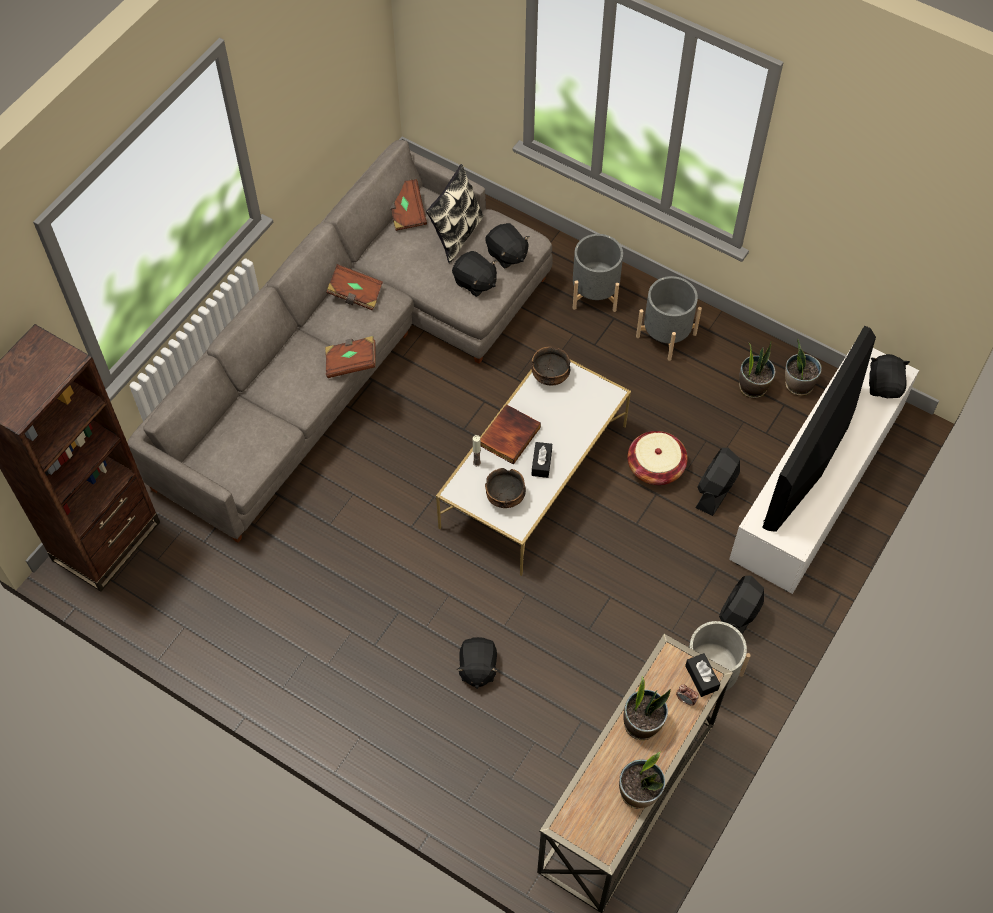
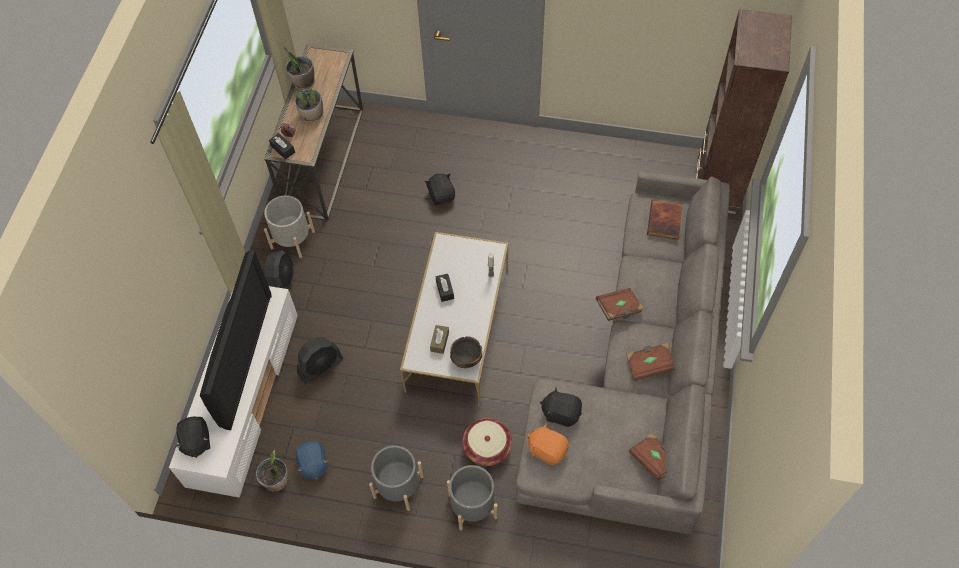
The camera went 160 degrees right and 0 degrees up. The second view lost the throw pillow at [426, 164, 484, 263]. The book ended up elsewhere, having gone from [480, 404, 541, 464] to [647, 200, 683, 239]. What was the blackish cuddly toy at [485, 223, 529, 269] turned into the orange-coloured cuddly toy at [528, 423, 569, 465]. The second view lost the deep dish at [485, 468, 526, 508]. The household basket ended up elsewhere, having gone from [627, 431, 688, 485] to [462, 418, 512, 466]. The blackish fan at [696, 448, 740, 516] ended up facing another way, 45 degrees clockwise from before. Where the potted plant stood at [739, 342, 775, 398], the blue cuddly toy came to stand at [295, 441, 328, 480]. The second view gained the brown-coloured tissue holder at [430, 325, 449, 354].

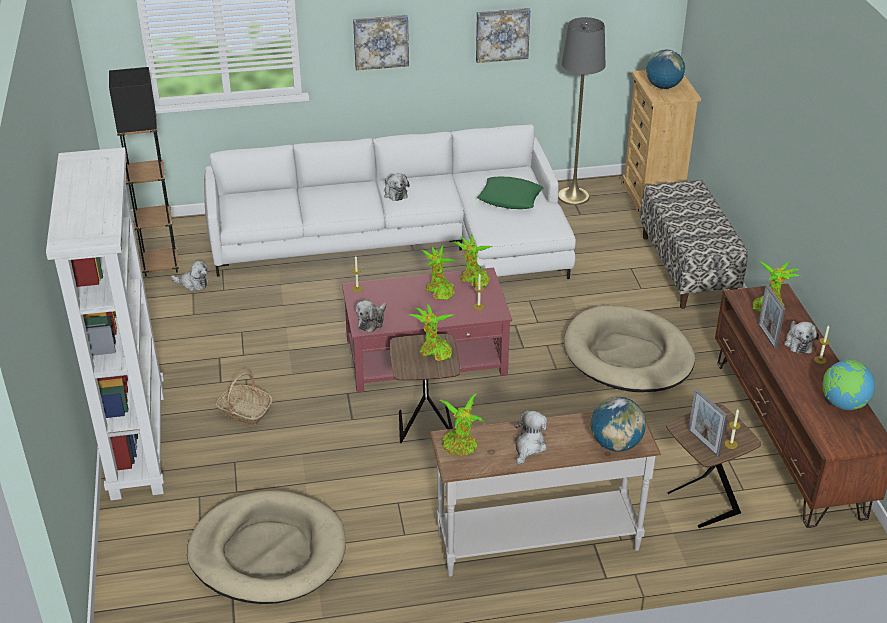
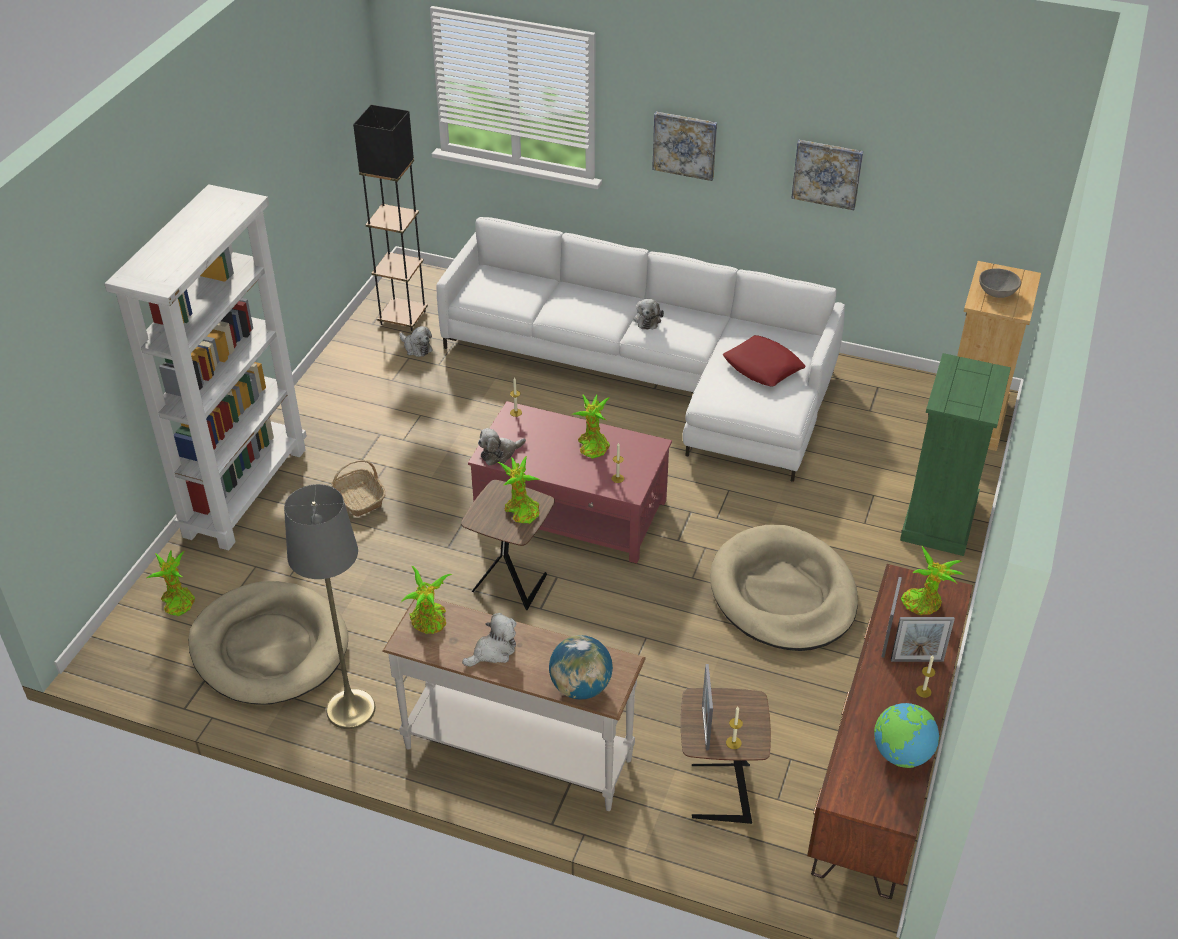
The camera went 30 degrees right and 5 degrees up. The potted plant ended up elsewhere, having gone from [453, 234, 493, 287] to [146, 550, 195, 616]. What was the greenish throw pillow at [477, 177, 543, 209] turned into the reddish throw pillow at [723, 335, 806, 386]. The gray standard lamp ended up elsewhere, having gone from [558, 17, 605, 205] to [284, 484, 375, 729]. Where the indoor bench stood at [640, 180, 748, 309], the greenish dresser came to stand at [900, 353, 1011, 556]. Where the globe stood at [646, 50, 685, 89], the gray deep dish came to stand at [979, 269, 1021, 298]. Where the cuddly toy stood at [784, 321, 819, 354], the picture frame came to stand at [891, 617, 955, 662].

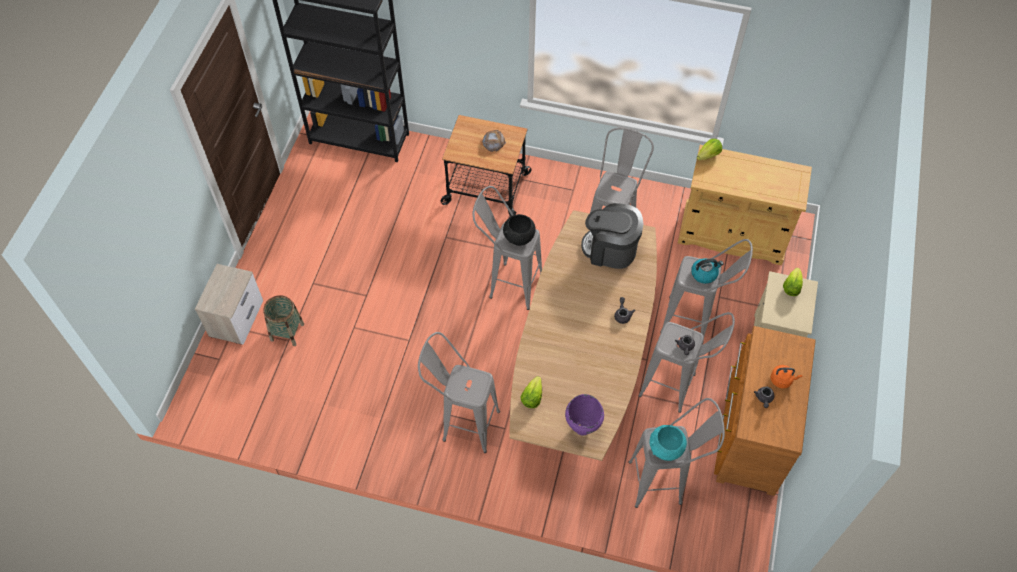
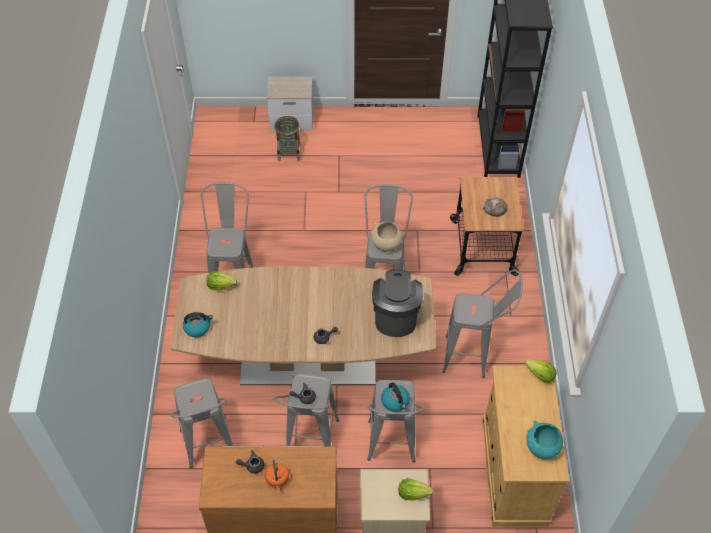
The camera went 75 degrees right and 5 degrees down. What was the blackish deep dish at [503, 214, 535, 246] turned into the beige-coloured deep dish at [371, 222, 402, 252]. Where the purplish saucepot stood at [565, 394, 604, 436], the kettle came to stand at [183, 312, 213, 337]. The turquoise-coloured deep dish ended up elsewhere, having gone from [649, 425, 687, 461] to [526, 421, 563, 459].

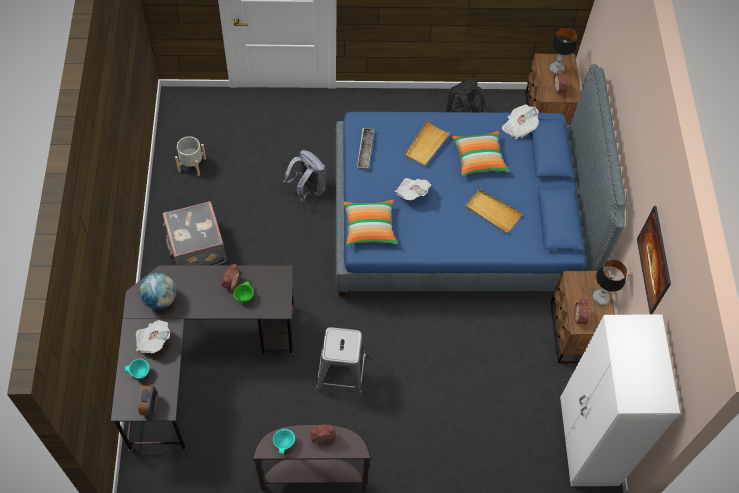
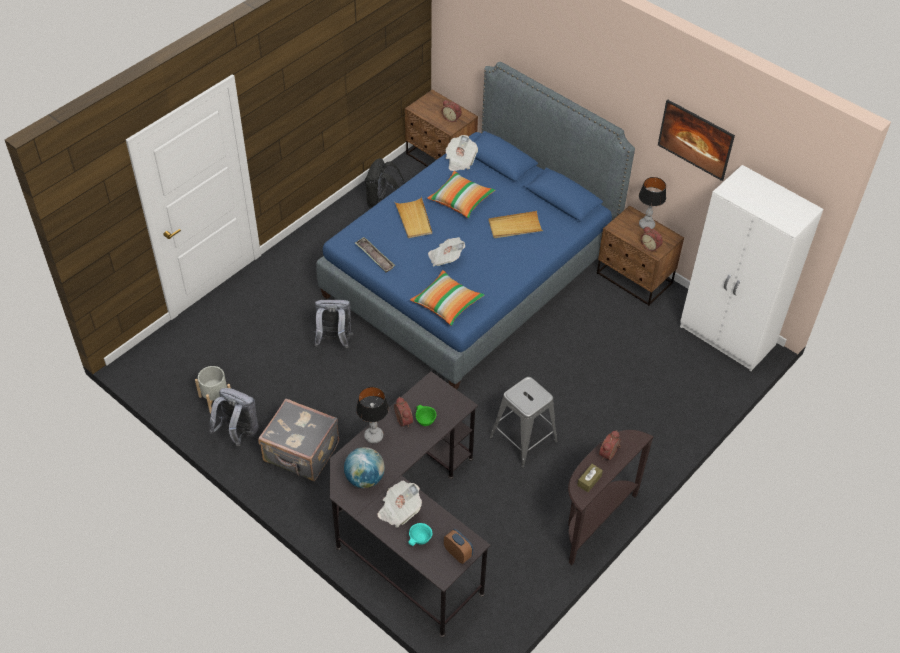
The camera went 45 degrees left and 10 degrees down. Where the turquoise-coloured deep dish stood at [273, 429, 295, 454], the brown-coloured tissue holder came to stand at [577, 464, 603, 492]. The tabletop lamp ended up elsewhere, having gone from [549, 27, 577, 74] to [356, 387, 389, 443]. The second view gained the gray knapsack at [209, 388, 258, 446].

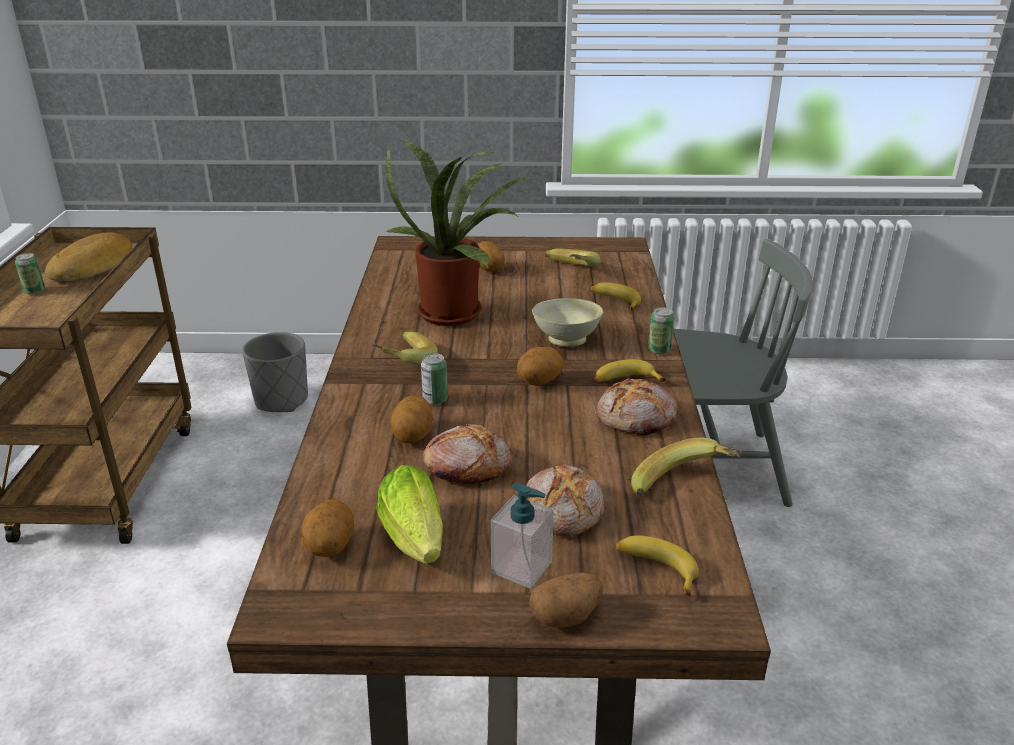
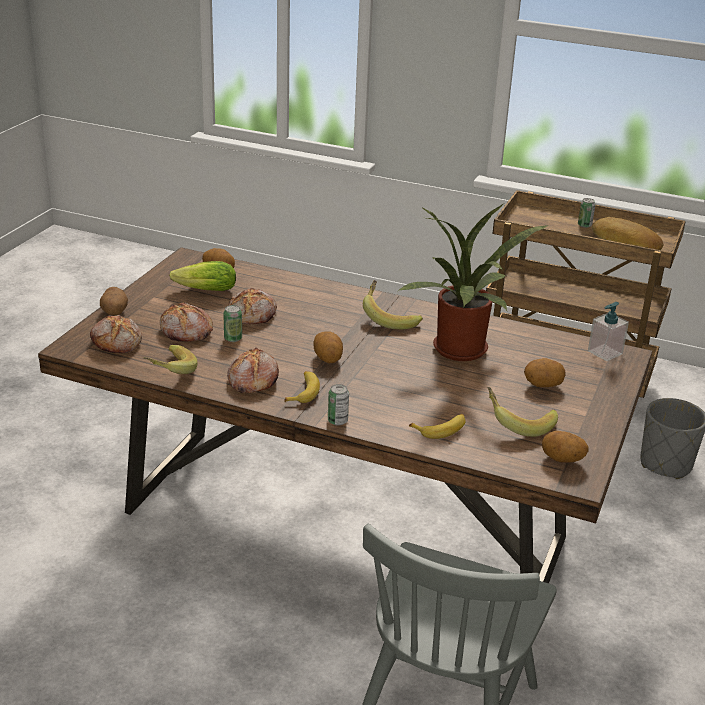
The camera went 110 degrees right and 0 degrees up. The whole potato ended up elsewhere, having gone from [390, 396, 433, 444] to [542, 431, 589, 463]. The can ended up elsewhere, having gone from [421, 353, 448, 405] to [223, 305, 242, 342]. The liquid soap bottle ended up elsewhere, having gone from [491, 482, 554, 589] to [588, 302, 629, 361]. The second view lost the beige-coloured deep dish at [532, 298, 603, 347]. Where the banana stood at [615, 535, 699, 596], the bakery bread came to stand at [90, 315, 142, 353].

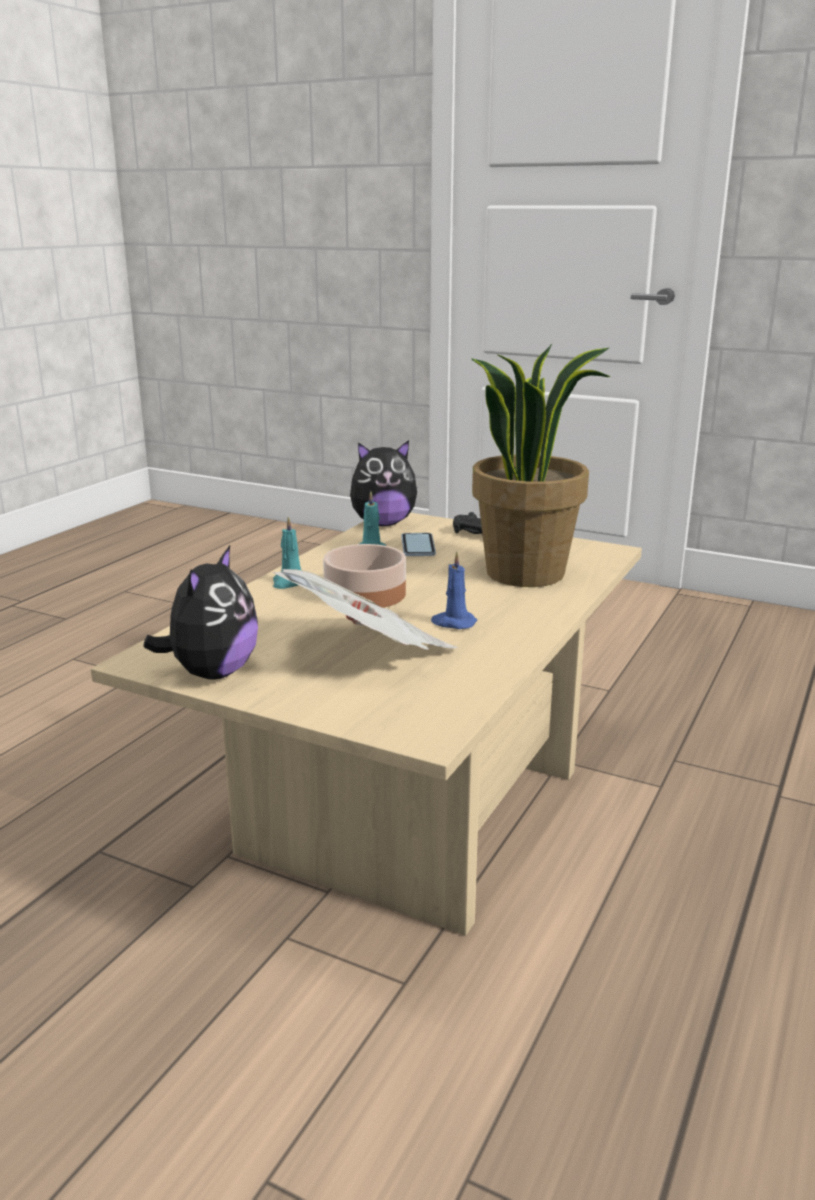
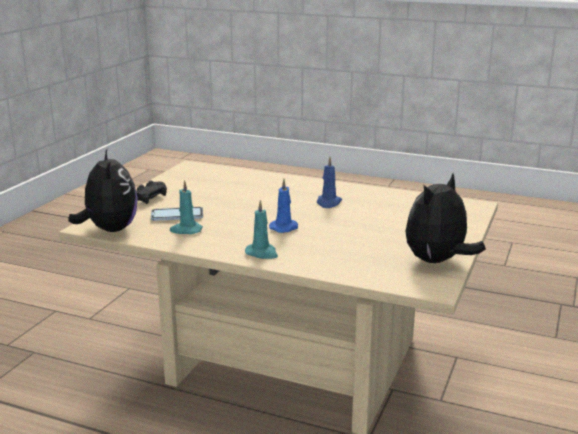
The camera went 95 degrees left and 0 degrees up. The cuddly toy at [143, 546, 258, 680] ended up facing another way, 60 degrees counterclockwise from before. The second view lost the newspaper at [273, 569, 457, 650]. Where the deep dish stood at [323, 544, 406, 608], the blue wax candle came to stand at [269, 179, 298, 233]. The second view lost the potted plant at [471, 344, 610, 587].

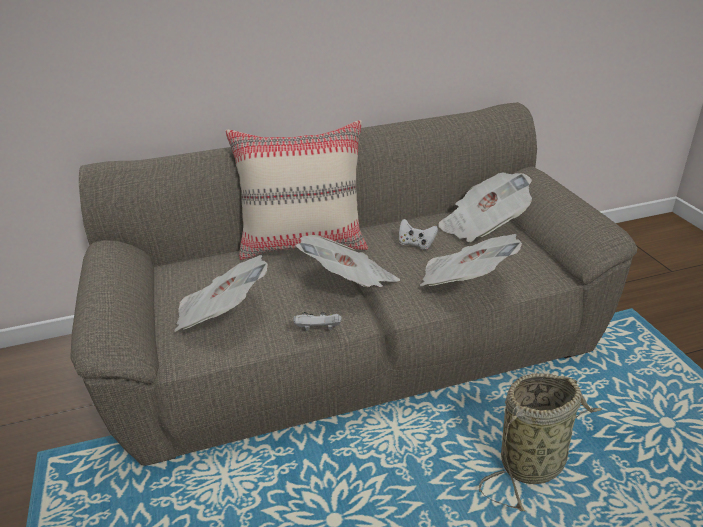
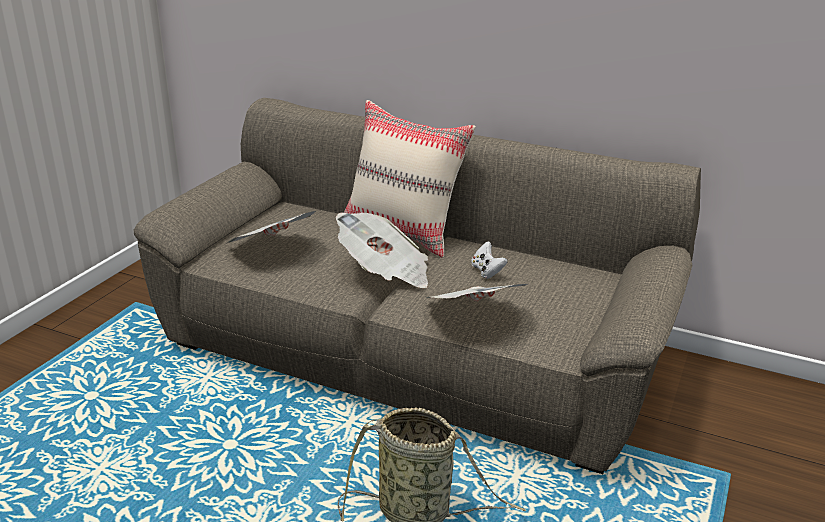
The camera went 40 degrees right and 5 degrees down. The second view lost the white-coloured gamepad at [293, 312, 342, 331]. The second view lost the newspaper at [438, 172, 532, 242].

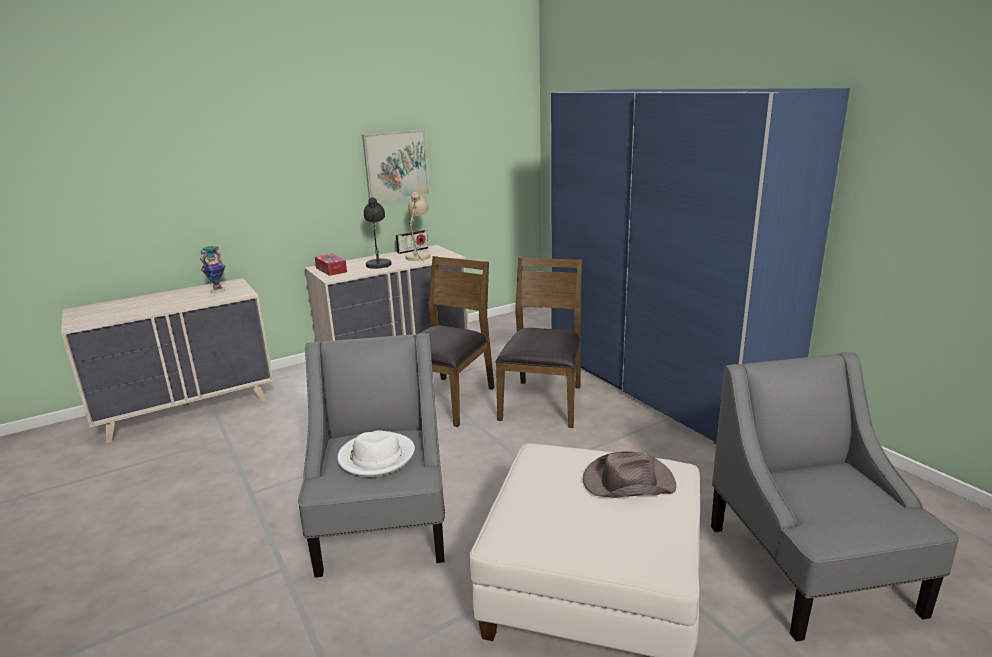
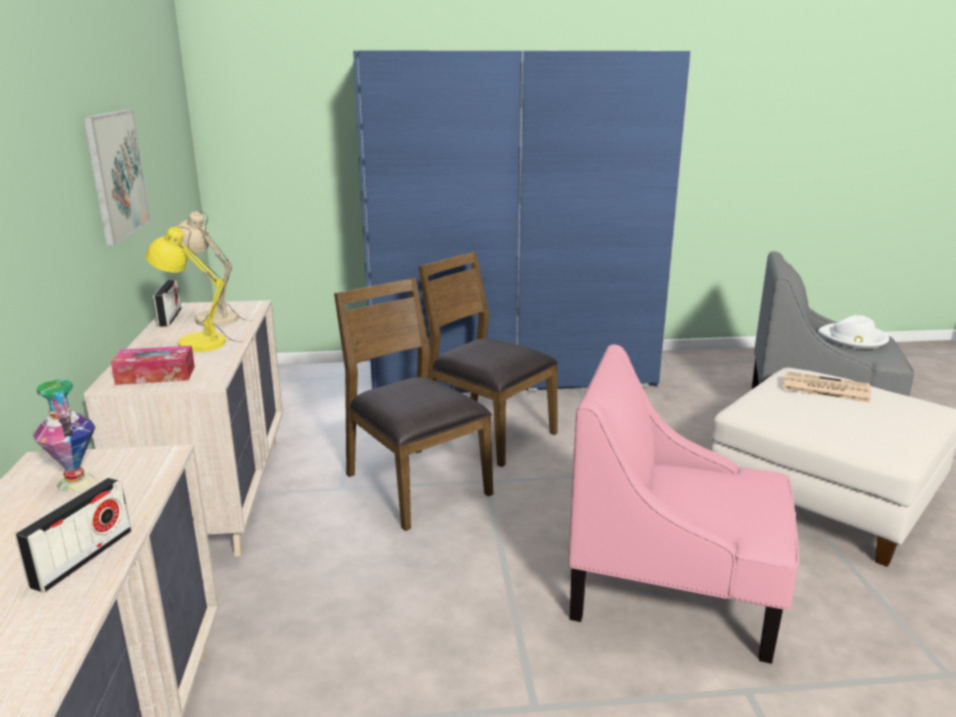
The camera went 65 degrees left and 0 degrees up. What was the gray easy chair at [298, 333, 445, 578] turned into the pink easy chair at [568, 344, 799, 664]. The white-coloured hat ended up elsewhere, having gone from [337, 430, 415, 477] to [818, 315, 889, 349]. What was the gray tabletop lamp at [364, 197, 392, 270] turned into the yellow-coloured tabletop lamp at [145, 227, 243, 352]. Where the brown-coloured hat stood at [583, 451, 676, 498], the newspaper came to stand at [782, 371, 871, 403]. The second view gained the radio at [15, 478, 131, 592].

